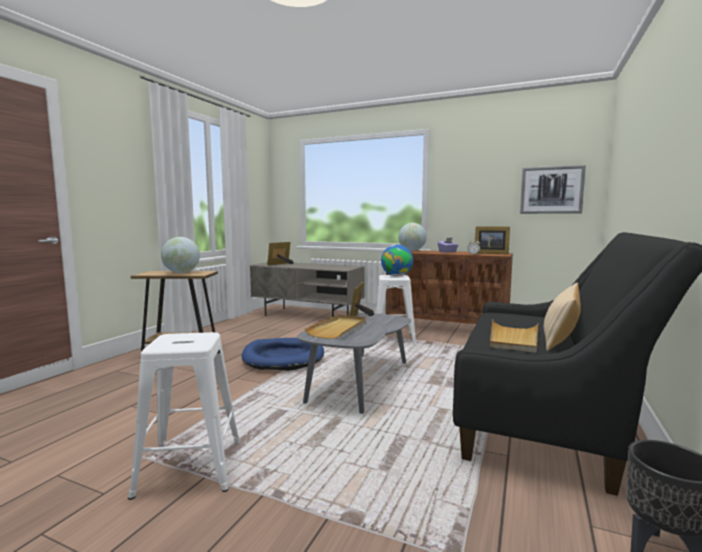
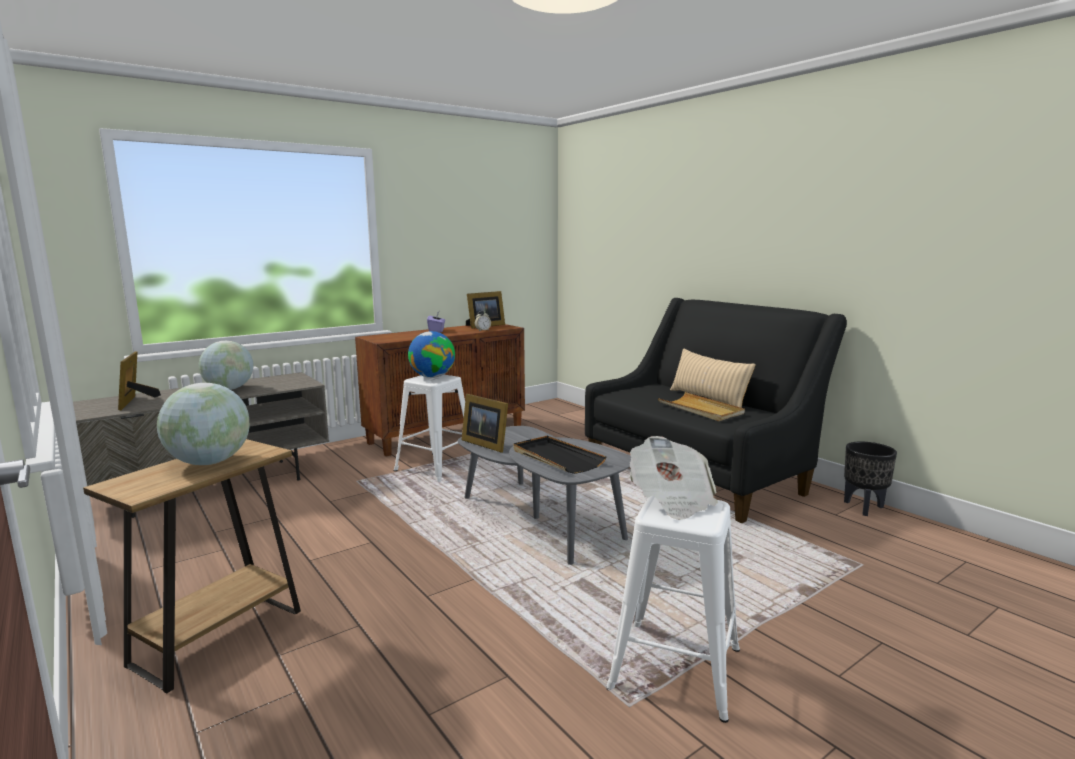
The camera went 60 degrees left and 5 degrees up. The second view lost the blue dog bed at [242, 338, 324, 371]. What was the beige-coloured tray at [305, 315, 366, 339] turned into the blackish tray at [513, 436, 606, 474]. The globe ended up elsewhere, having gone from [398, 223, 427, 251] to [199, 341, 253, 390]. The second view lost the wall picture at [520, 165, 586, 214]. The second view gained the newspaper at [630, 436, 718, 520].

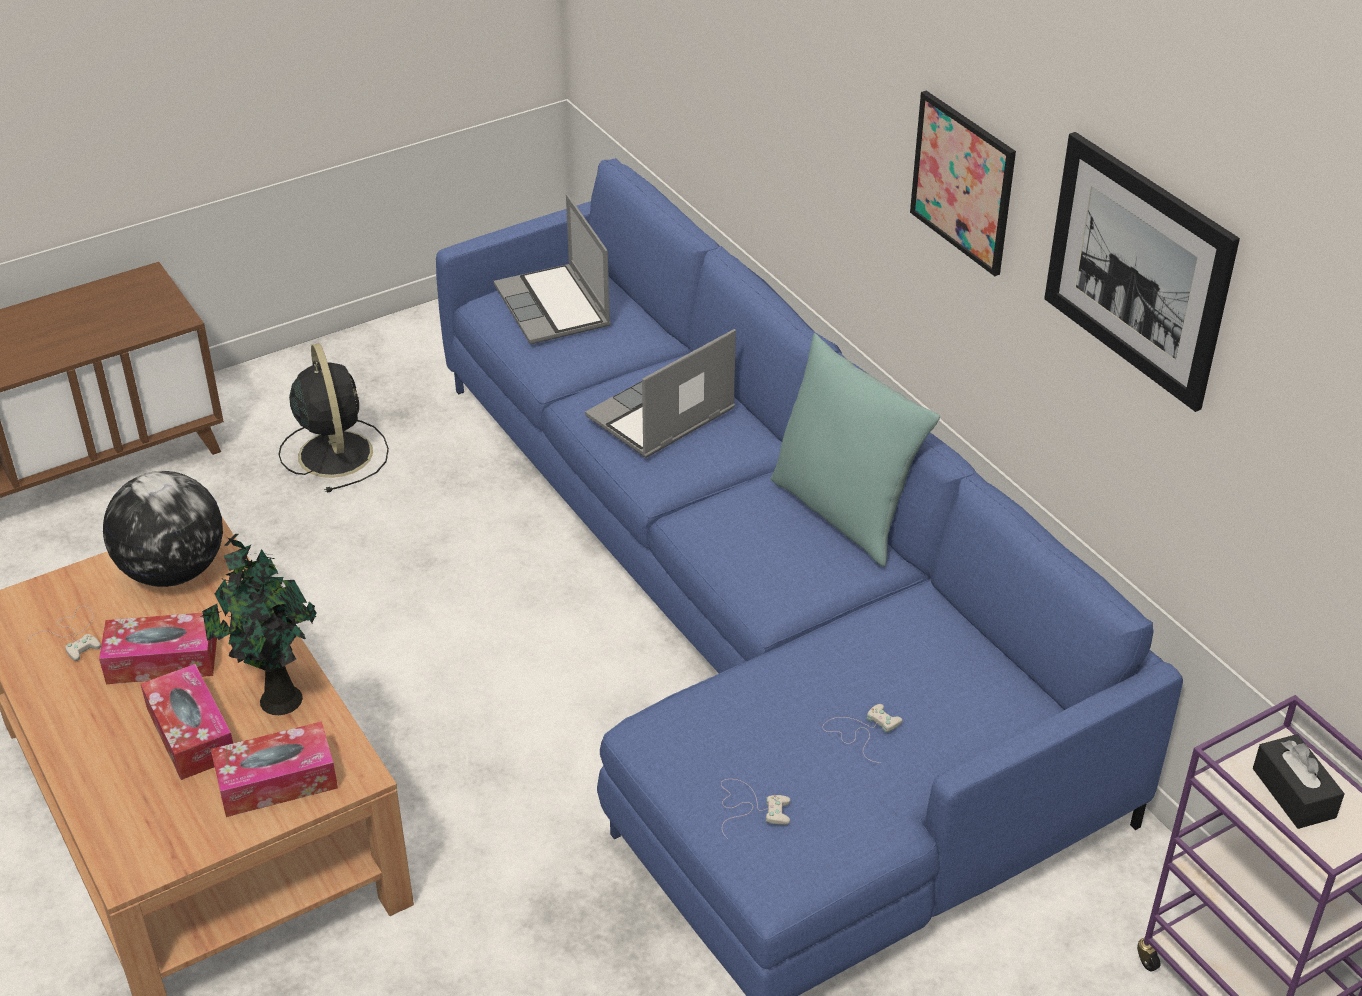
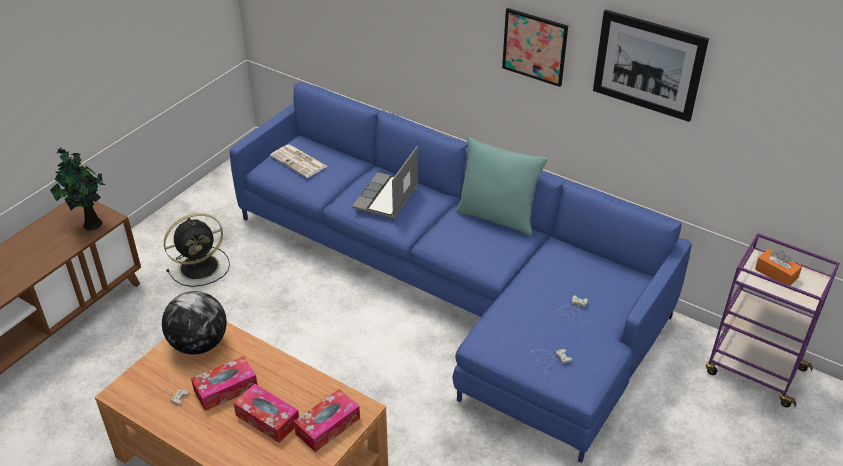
The camera went 25 degrees left and 0 degrees up. The potted plant ended up elsewhere, having gone from [200, 534, 316, 715] to [50, 147, 105, 230]. The blackish fan at [278, 343, 389, 493] ended up facing another way, 105 degrees clockwise from before. Where the portable computer stood at [494, 194, 611, 344], the newspaper came to stand at [270, 144, 328, 178]. What was the blackish tissue holder at [1253, 734, 1345, 829] turned into the orange-coloured tissue holder at [755, 249, 802, 285].

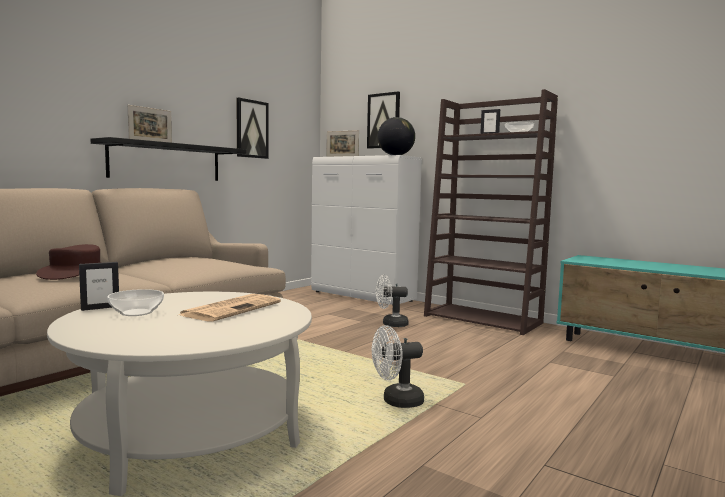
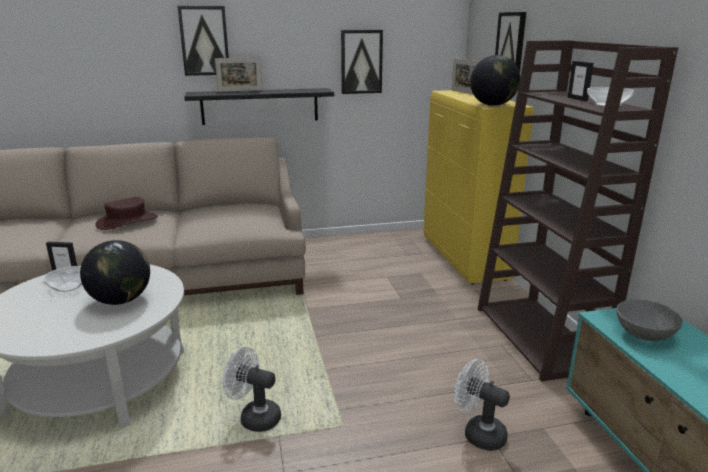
The camera went 40 degrees right and 15 degrees up. Where the newspaper stood at [179, 294, 281, 321], the globe came to stand at [80, 240, 150, 305]. What was the white-coloured storage cabinet at [311, 155, 422, 306] turned into the yellow-coloured storage cabinet at [424, 90, 534, 285]. The white-coloured fan ended up elsewhere, having gone from [376, 275, 409, 327] to [454, 359, 510, 451]. The second view gained the wall picture at [177, 6, 229, 76]. The second view gained the gray deep dish at [616, 299, 683, 341].

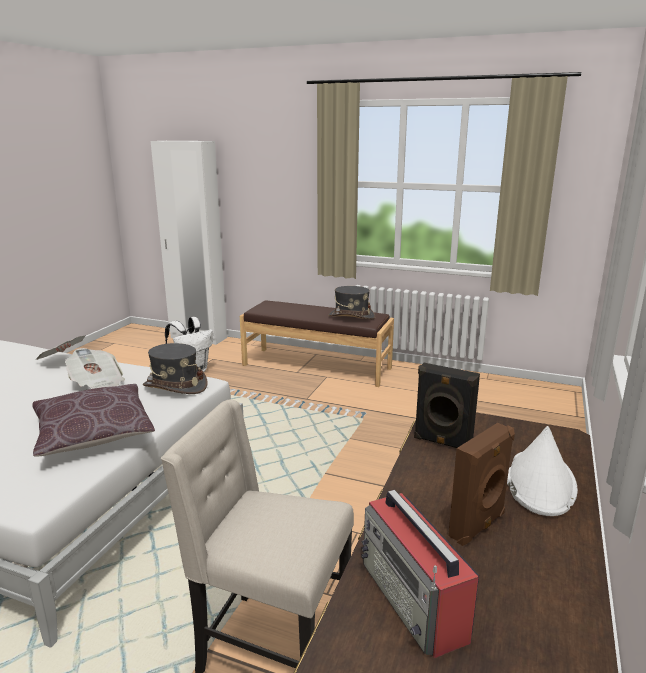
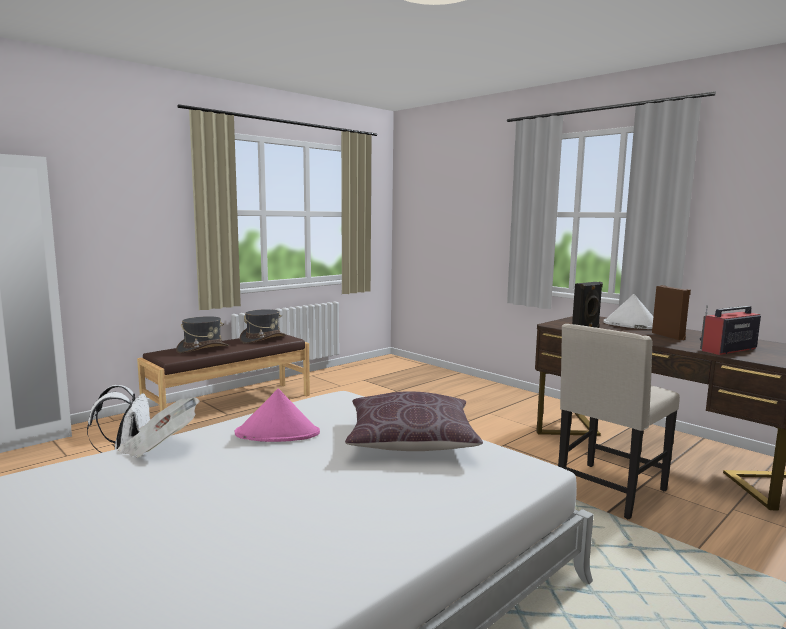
The camera went 65 degrees left and 10 degrees down. Where the newspaper stood at [65, 348, 125, 389], the pink hat came to stand at [235, 389, 320, 442]. The gray hat ended up elsewhere, having gone from [143, 343, 207, 394] to [176, 316, 229, 353]. The radio at [361, 490, 479, 658] ended up facing another way, 150 degrees clockwise from before.

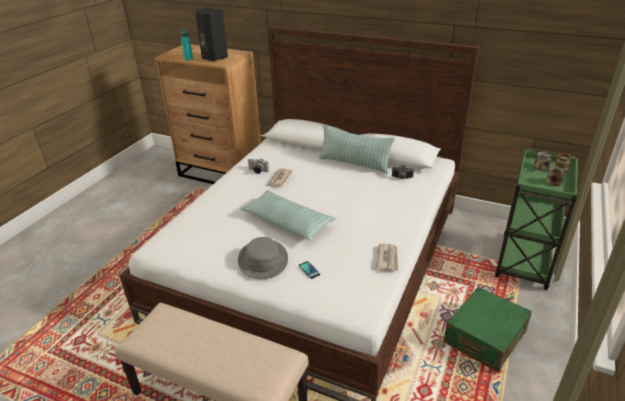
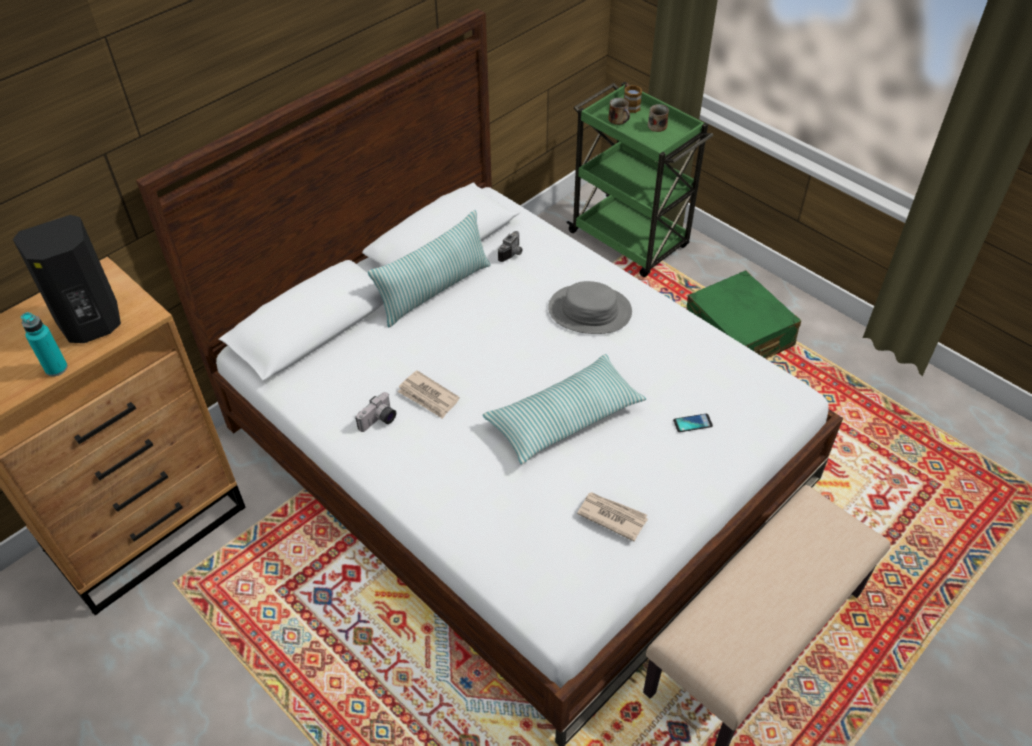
The camera went 70 degrees left and 15 degrees up. The gray hat ended up elsewhere, having gone from [238, 237, 288, 279] to [548, 281, 632, 334]. The newspaper ended up elsewhere, having gone from [376, 243, 398, 272] to [577, 492, 648, 541].

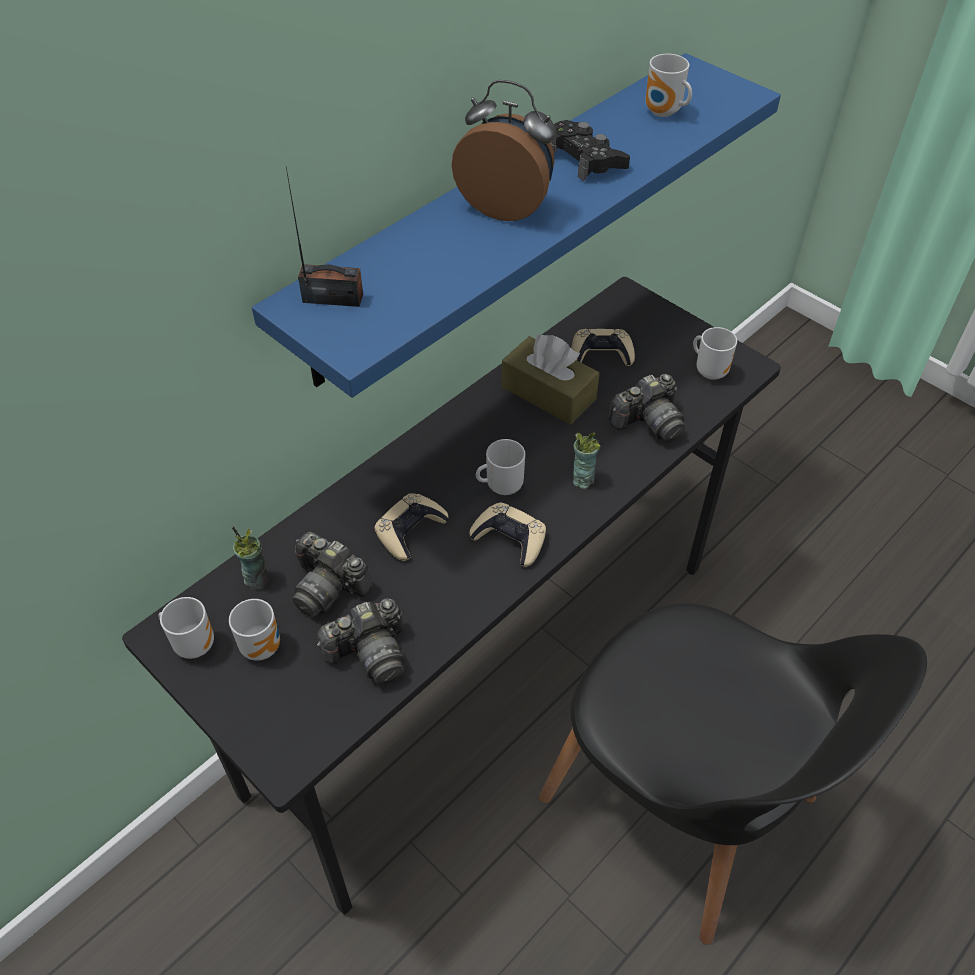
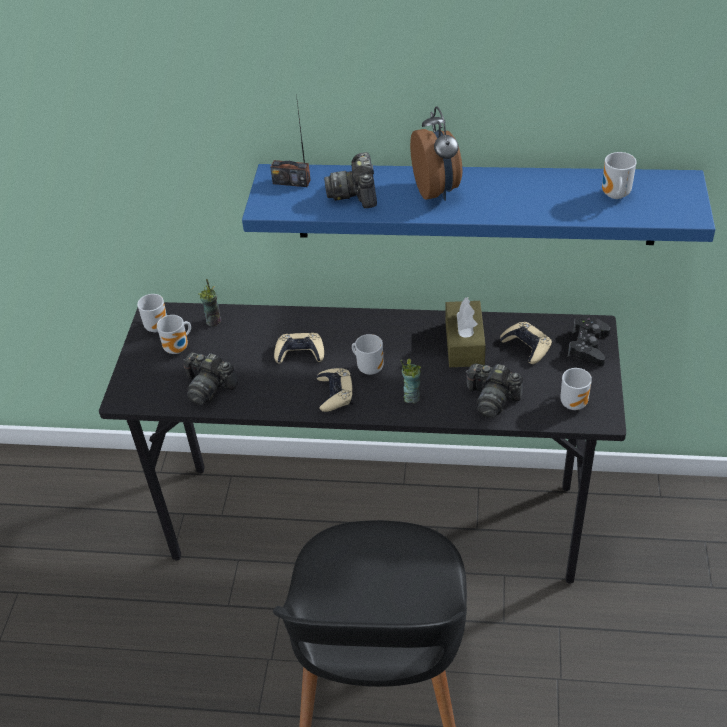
The camera went 55 degrees right and 5 degrees down. The radio at [286, 167, 363, 307] ended up facing another way, 135 degrees clockwise from before. The still camera ended up elsewhere, having gone from [292, 532, 373, 617] to [324, 152, 377, 208]. The blackish gamepad ended up elsewhere, having gone from [551, 120, 630, 181] to [568, 316, 610, 366].

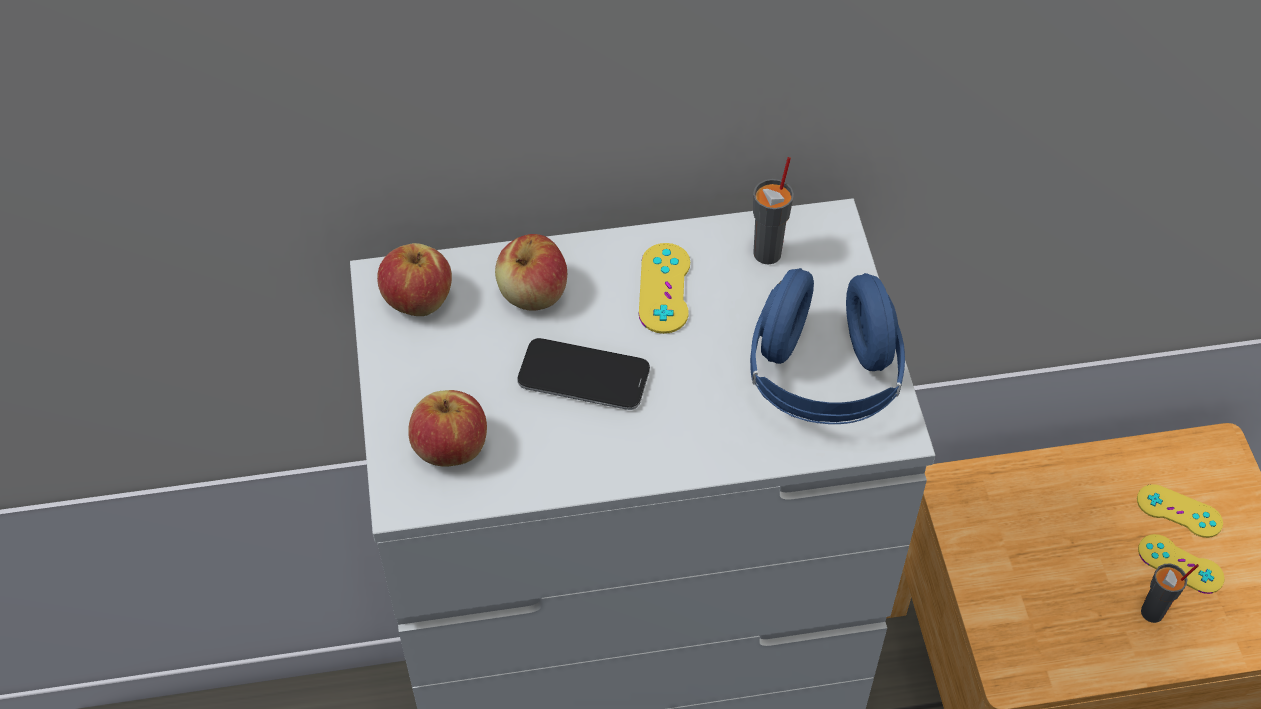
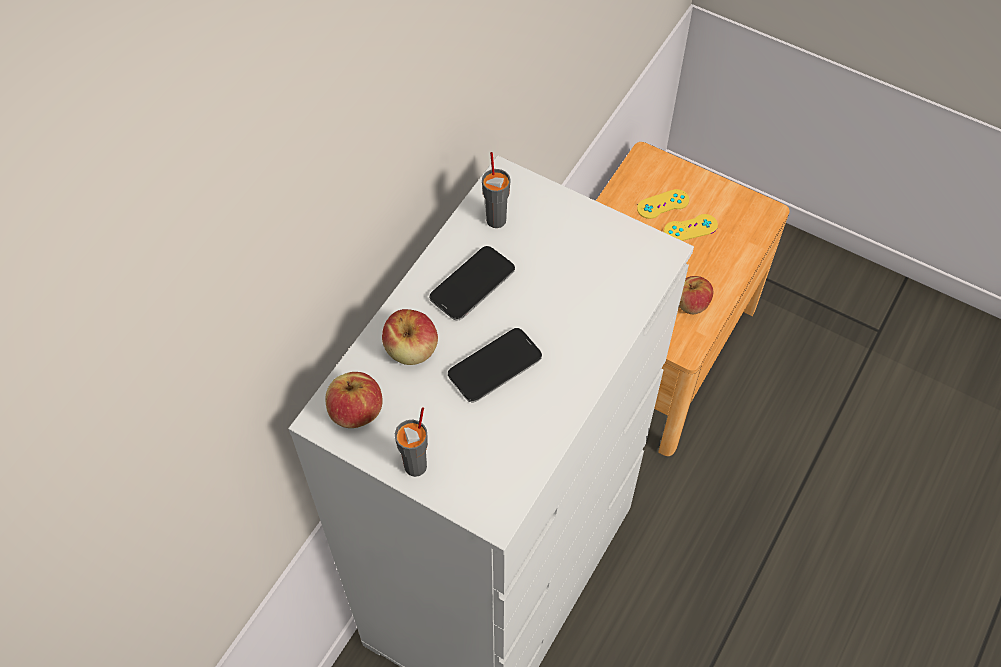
The camera went 50 degrees left and 5 degrees up. The apple ended up elsewhere, having gone from [408, 390, 487, 467] to [679, 276, 713, 314]. Where the yellow-coloured gamepad stood at [639, 243, 690, 334], the phone came to stand at [429, 246, 515, 321]. The second view lost the blue pair of headphones at [750, 268, 905, 424]. The gray cup ended up elsewhere, having gone from [1141, 564, 1199, 623] to [395, 408, 428, 477].

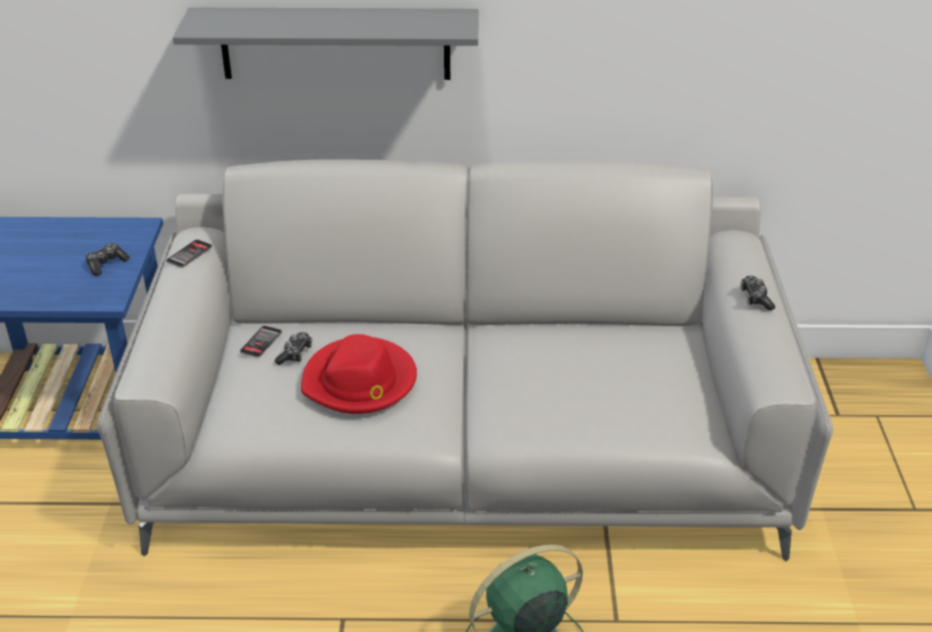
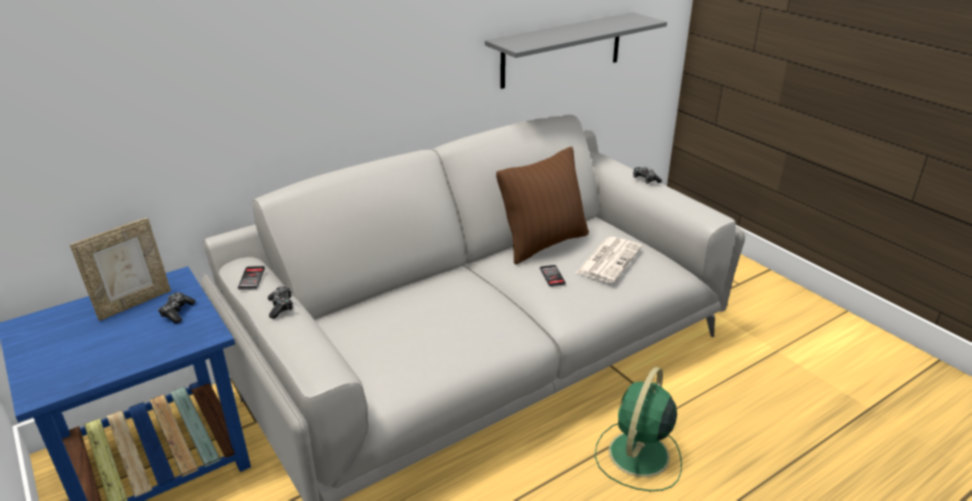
The camera went 35 degrees left and 5 degrees down. The gray shelf ended up elsewhere, having gone from [173, 8, 478, 80] to [485, 12, 667, 89]. The phone ended up elsewhere, having gone from [240, 326, 282, 358] to [540, 265, 566, 287]. The gamepad ended up elsewhere, having gone from [275, 332, 312, 365] to [268, 286, 293, 319]. The second view lost the reddish hat at [301, 334, 417, 414]. The second view gained the picture frame at [70, 218, 171, 321]. The second view gained the brown-coloured throw pillow at [496, 147, 589, 265]. The second view gained the newspaper at [576, 237, 642, 283].

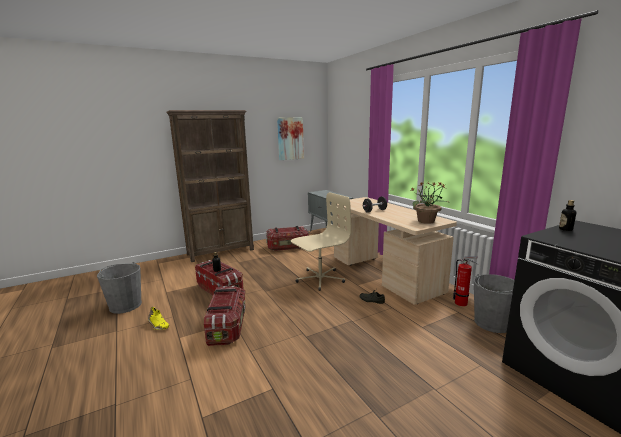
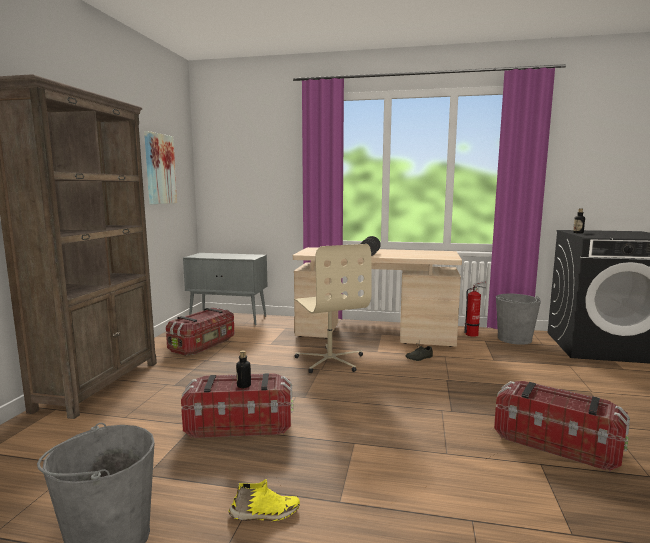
The camera went 50 degrees left and 5 degrees down. The storage container ended up elsewhere, having gone from [204, 286, 246, 346] to [494, 381, 630, 472]. The beige-coloured desk chair at [291, 192, 351, 291] ended up facing another way, 150 degrees clockwise from before. The second view lost the potted plant at [410, 182, 450, 224].

